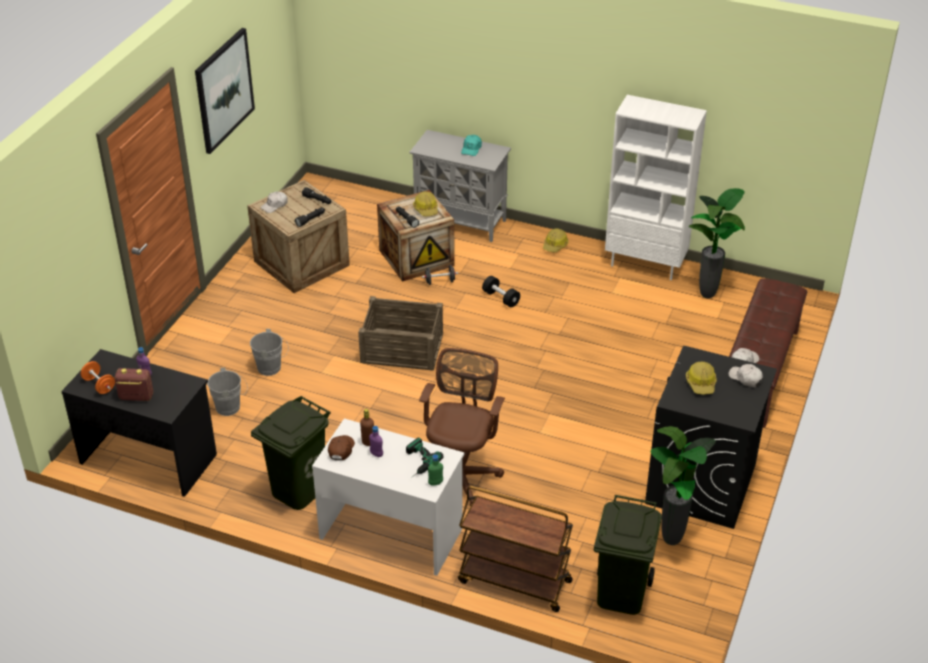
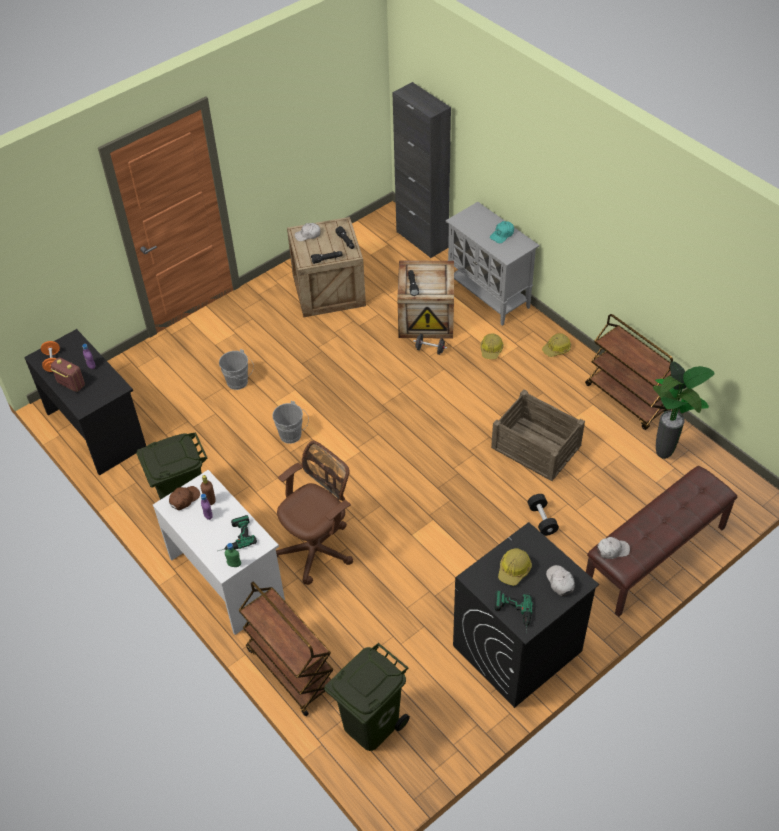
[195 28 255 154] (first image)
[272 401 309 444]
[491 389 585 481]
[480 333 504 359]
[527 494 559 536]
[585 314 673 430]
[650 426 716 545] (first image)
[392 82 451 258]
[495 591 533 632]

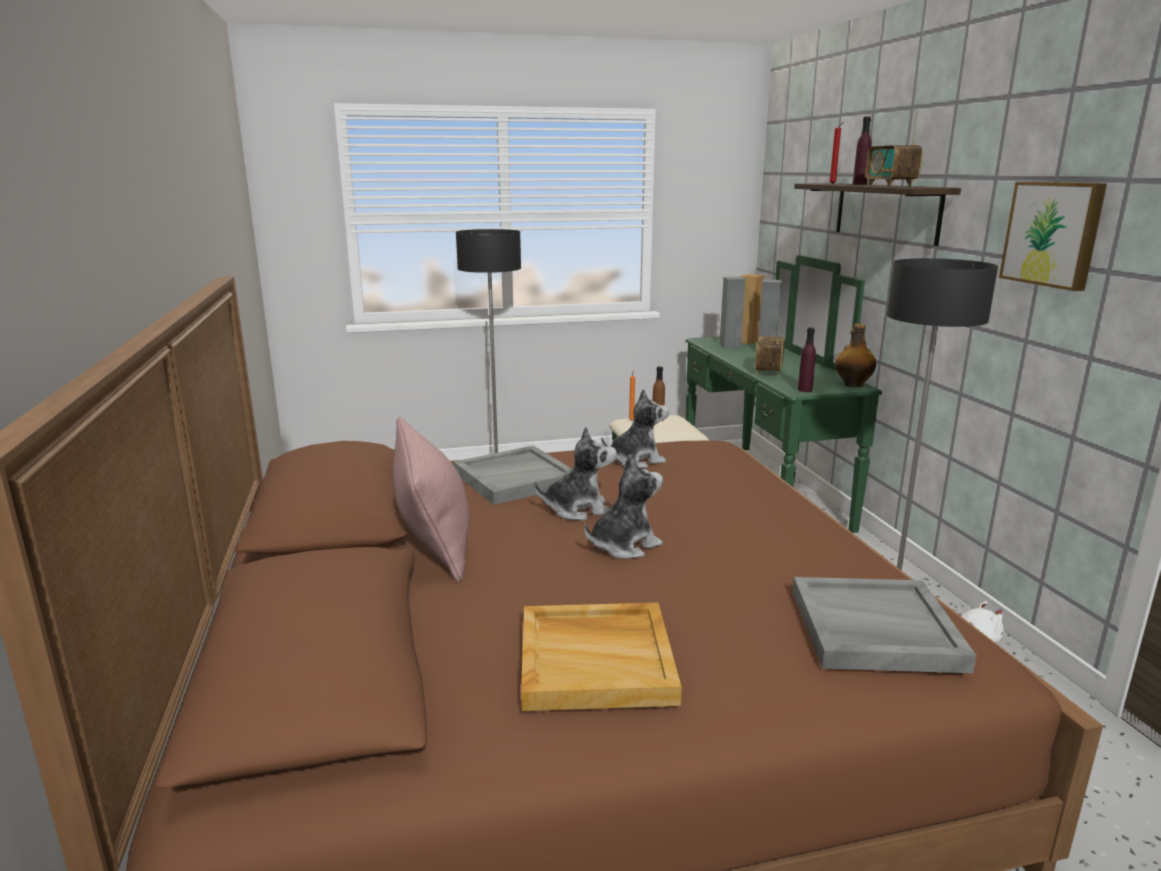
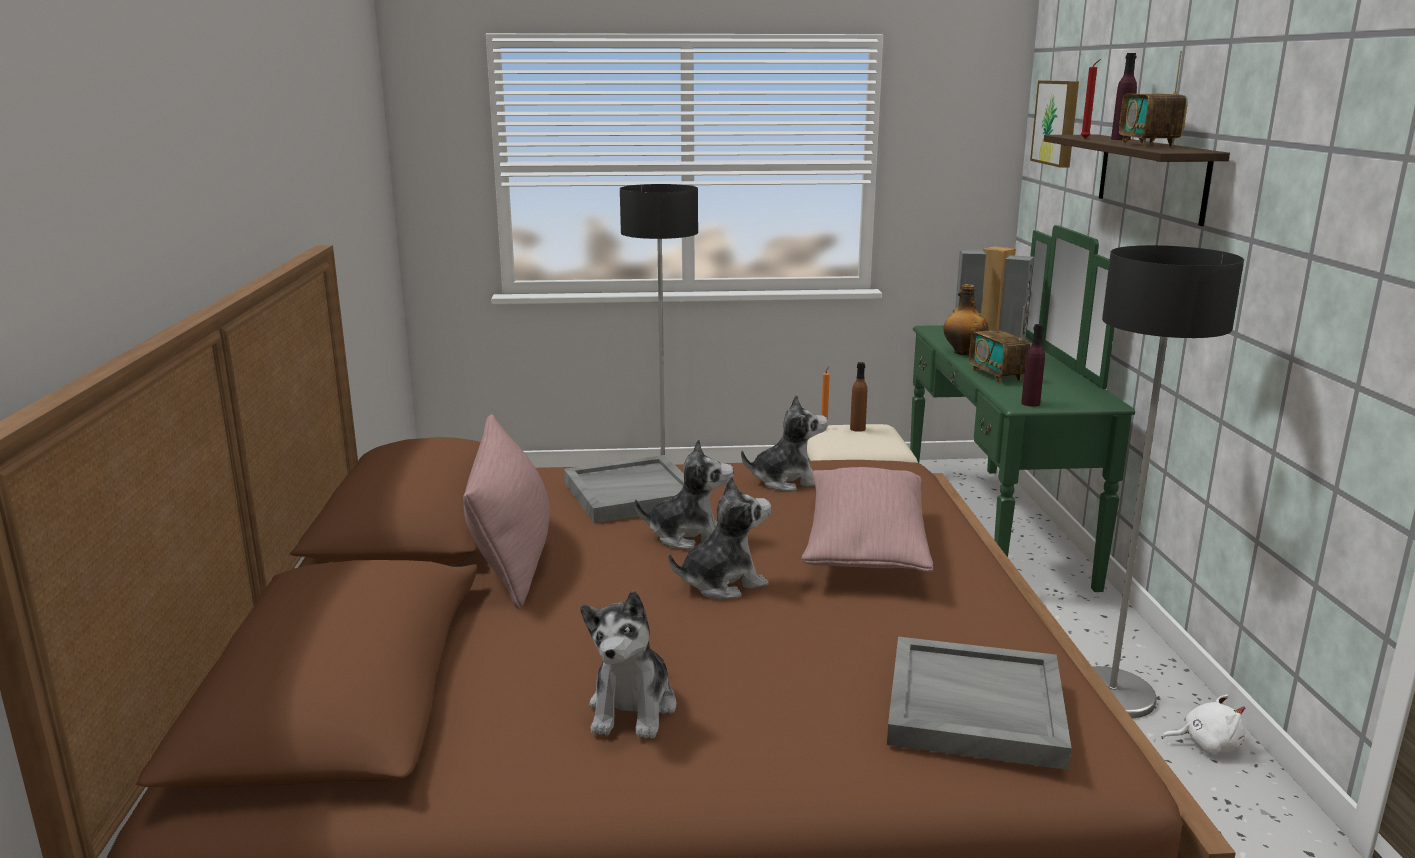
[580 590 676 739]
[969 306 1031 383]
[943 284 988 355]
[1030 81 1079 167]
[802 467 933 573]

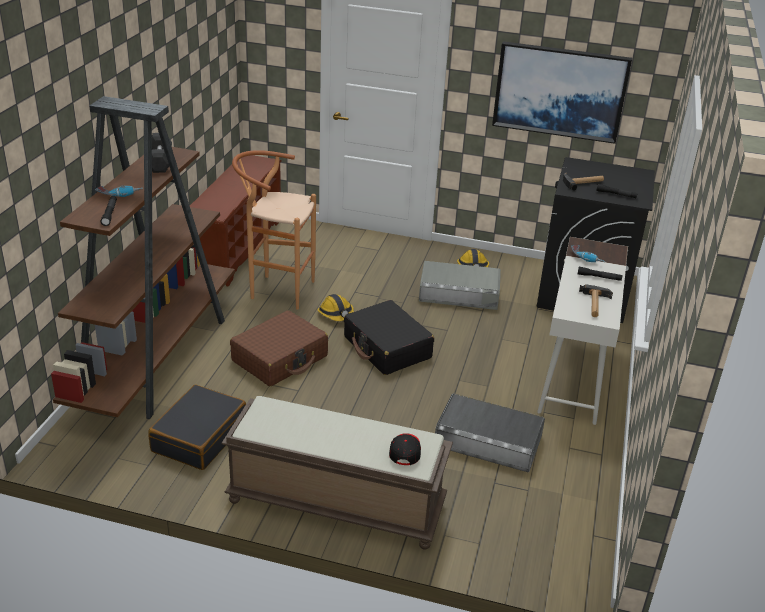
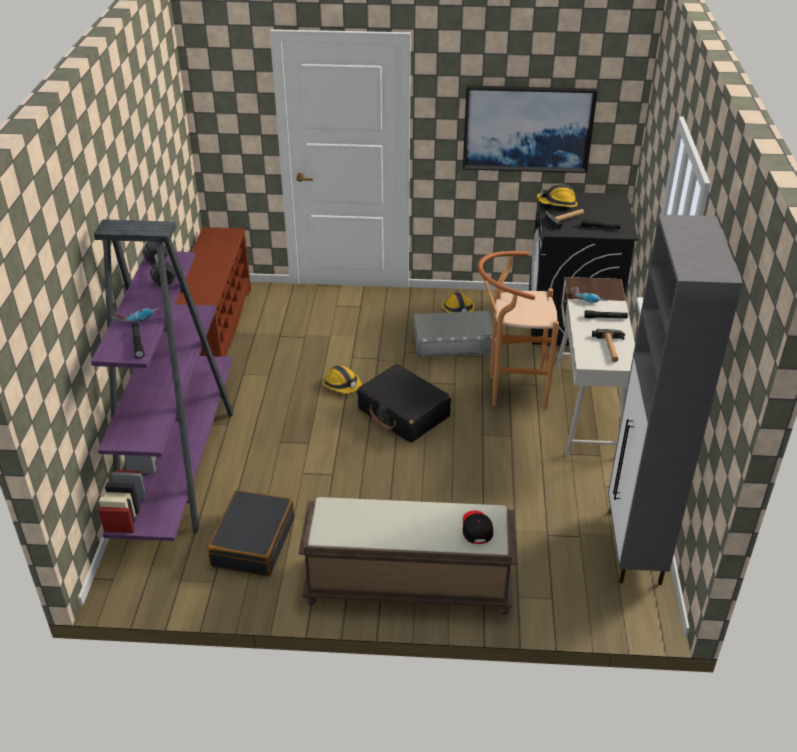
[91 219 233 541]
[230 310 328 386] (first image)
[478 251 559 410]
[435 393 545 472] (first image)
[537 184 577 207]
[608 214 743 585]

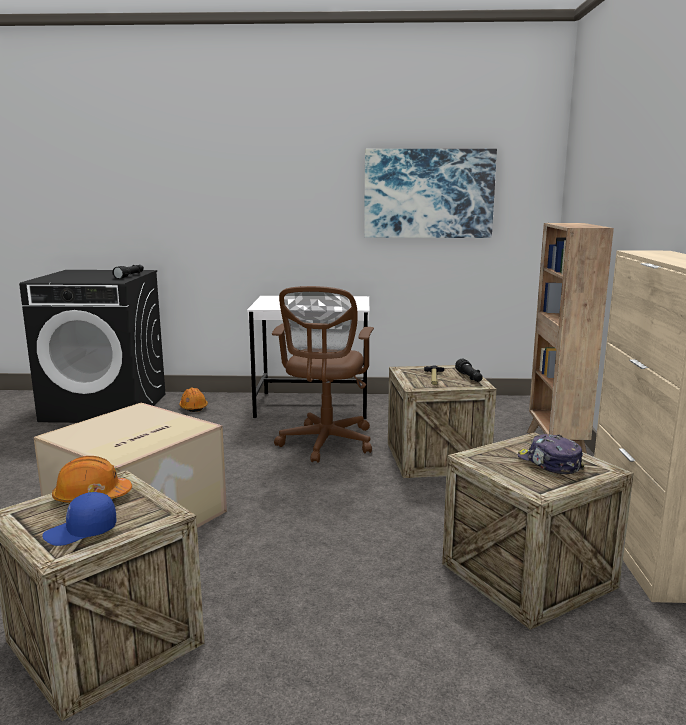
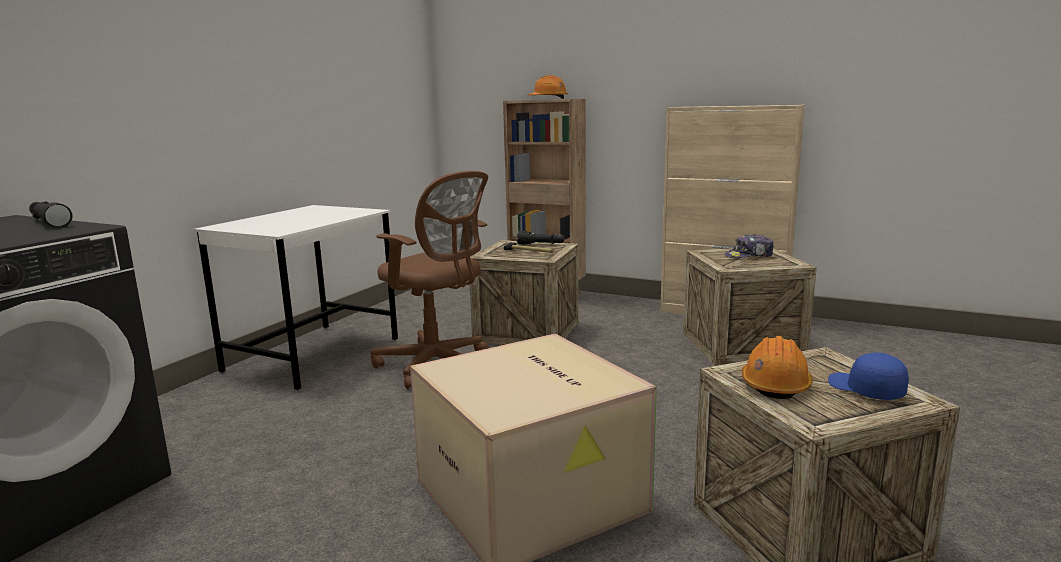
[828 353 909 400]
[528 75 568 99]
[364 149 497 238] (first image)

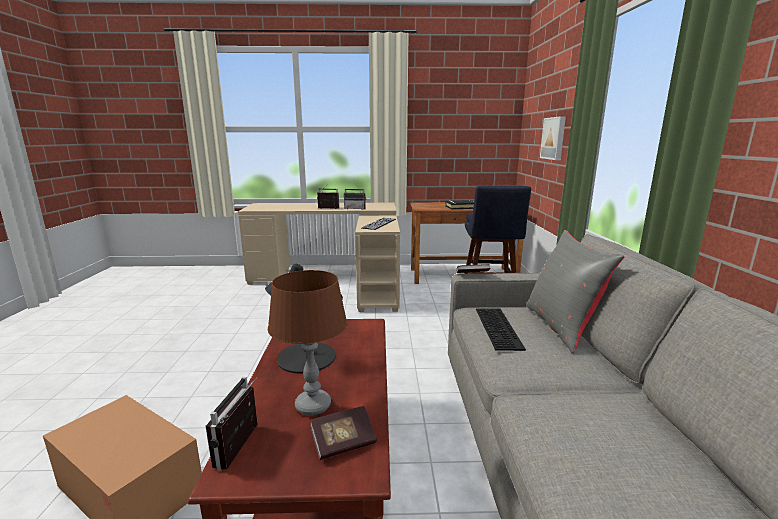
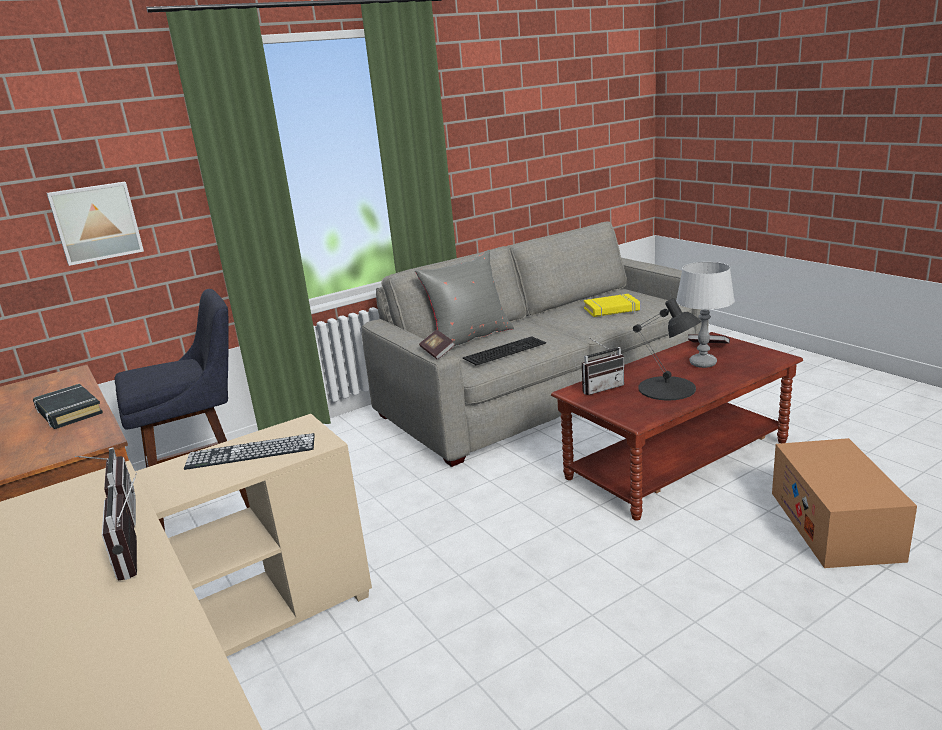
[582 338 625 395]
[676 262 735 368]
[584 294 640 317]

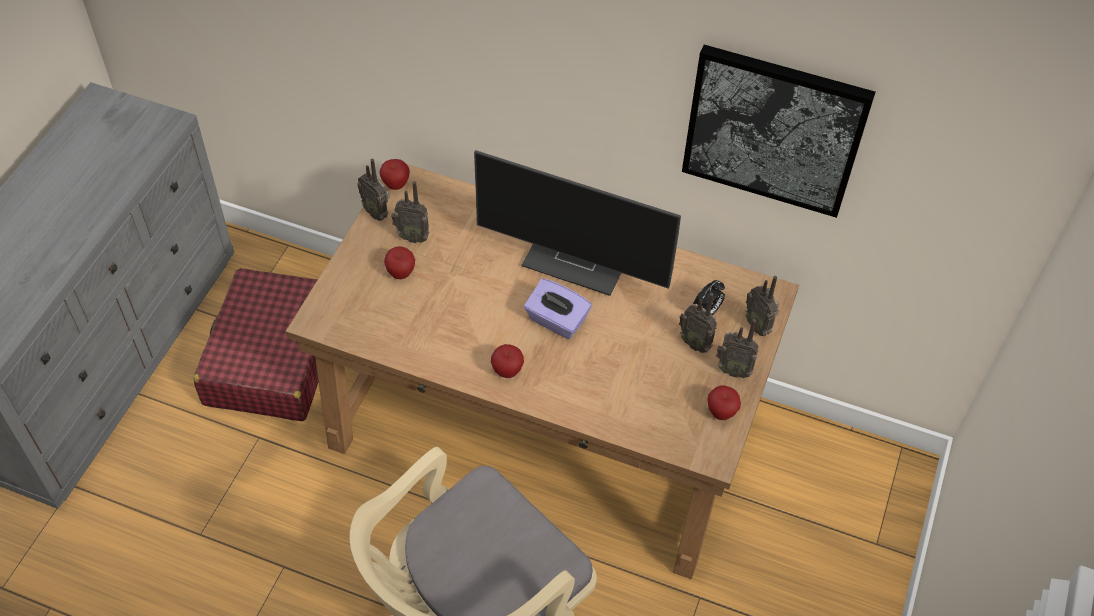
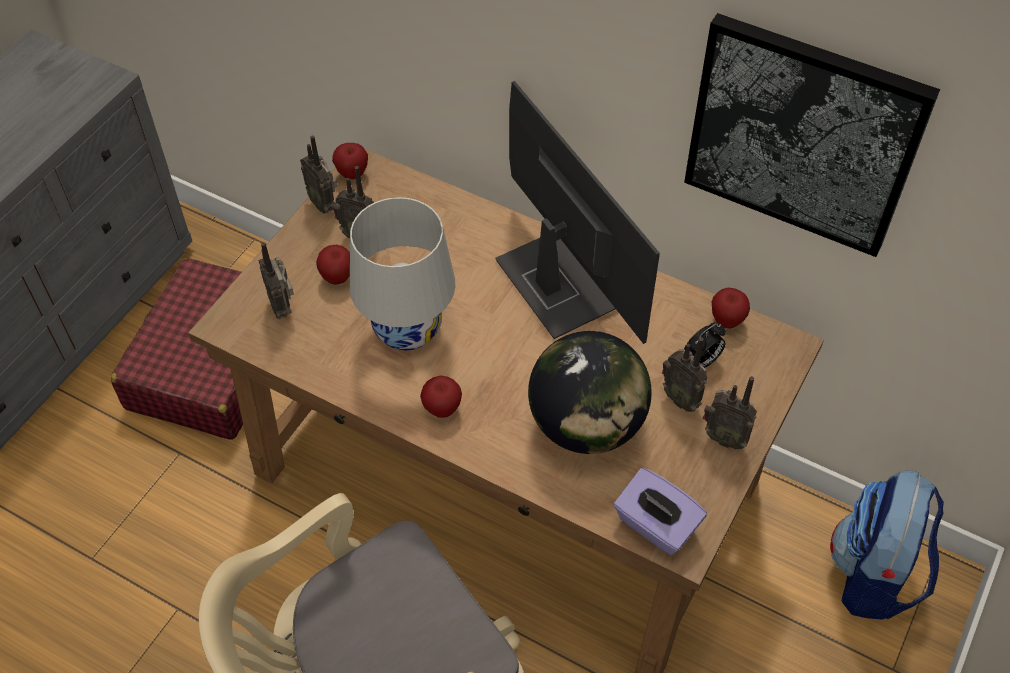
[495 81 660 344]
[614 468 707 555]
[712 288 750 329]
[258 242 294 319]
[350 197 455 351]
[528 331 652 454]
[830 470 944 620]

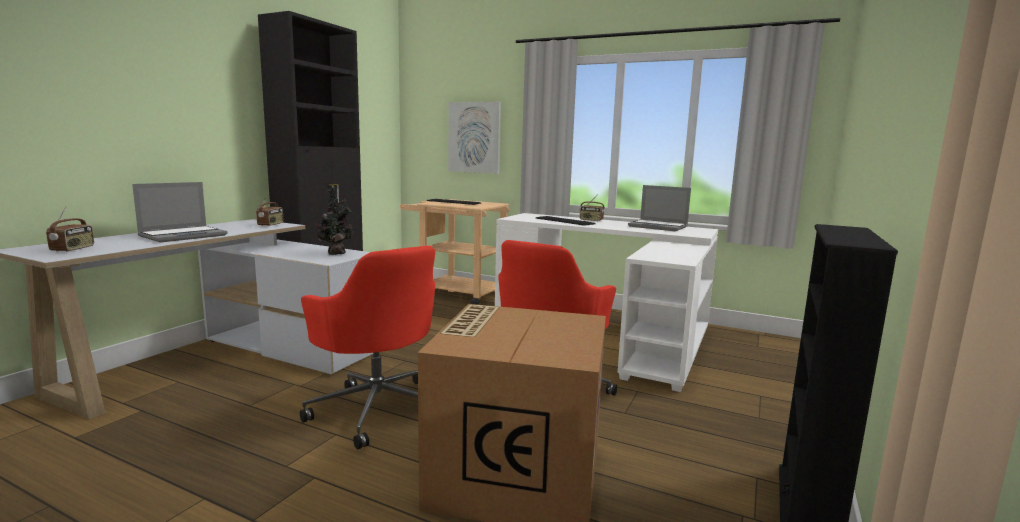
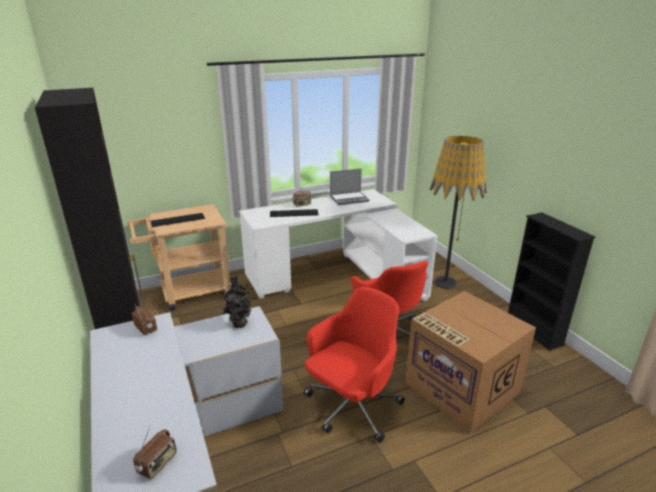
[133 425 177 480]
[132 182 227 243] (first image)
[304 287 405 443]
[448 102 501 174] (first image)
[430 135 486 289]

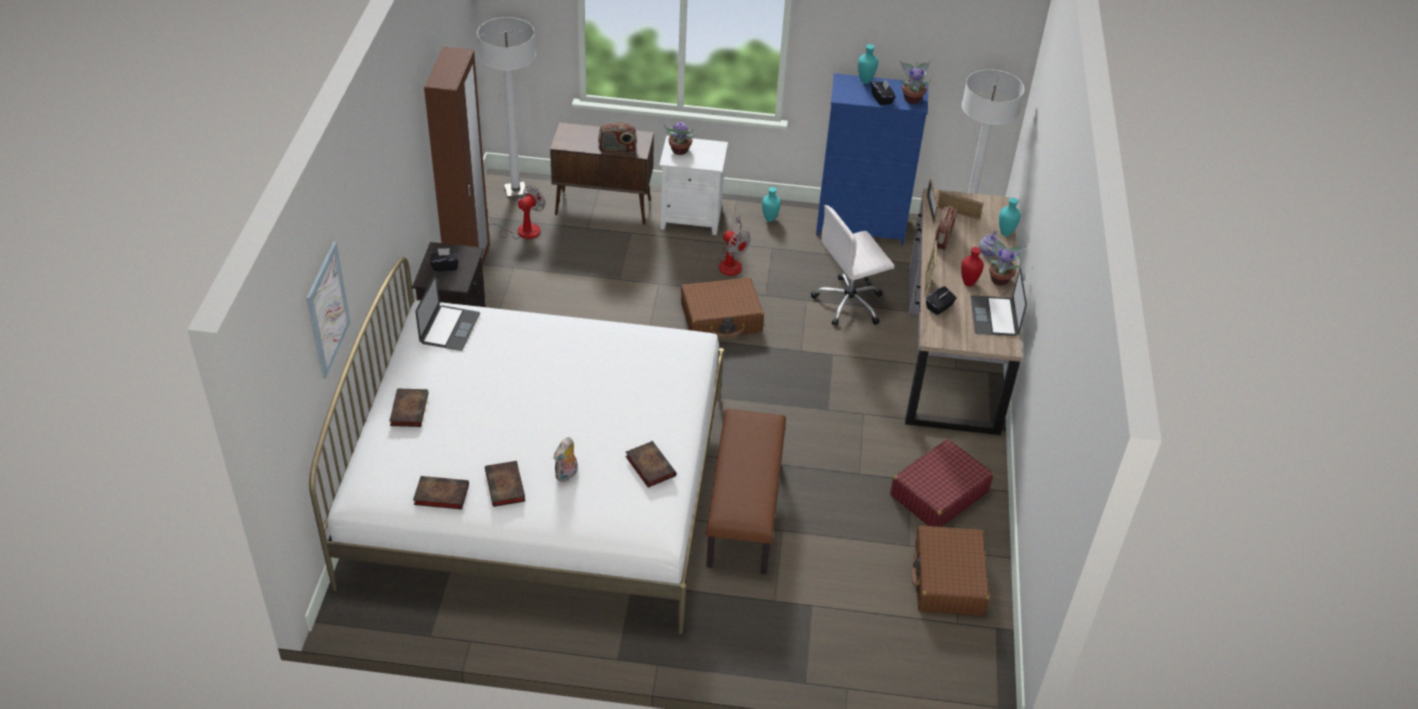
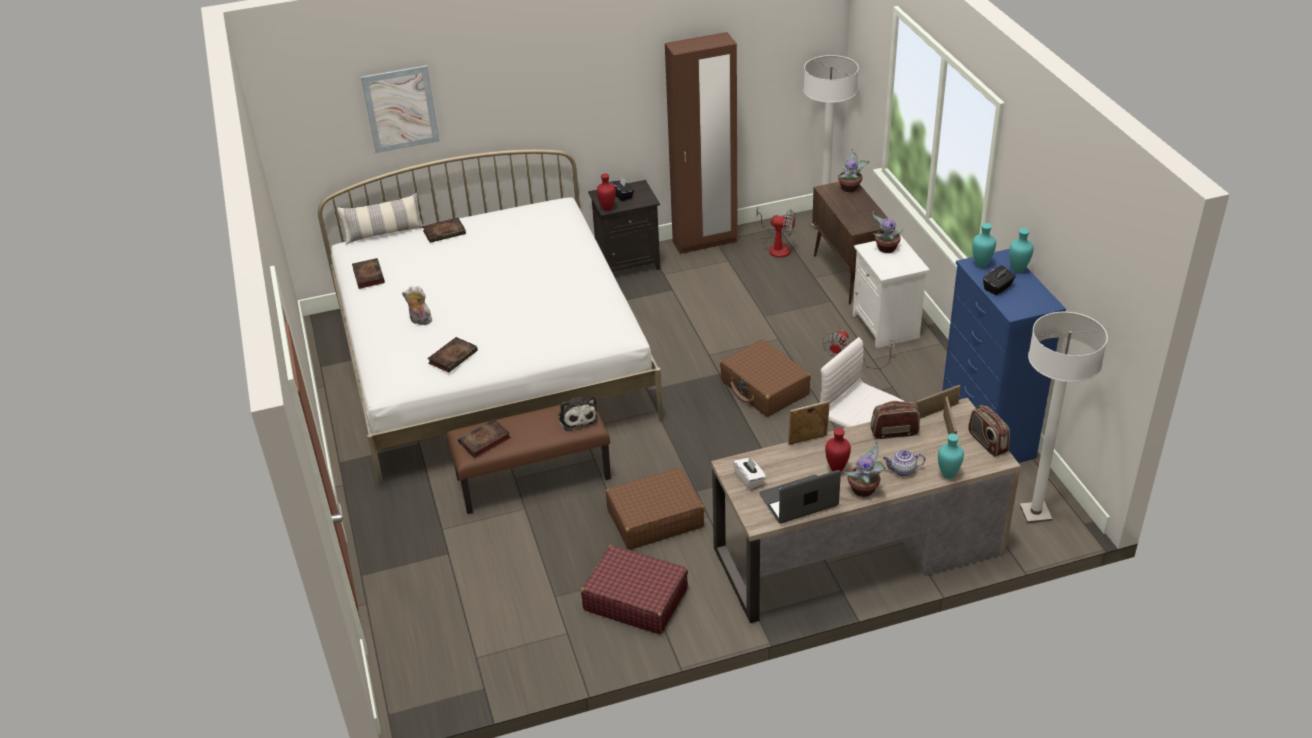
[415 274 480 351] (first image)
[458 419 511 458]
[968 405 1010 457]
[972 223 996 267]
[838 149 869 192]
[606 467 704 550]
[926 286 957 315] (first image)
[337 193 424 244]
[558 396 598 431]
[597 173 616 211]
[733 456 766 490]

